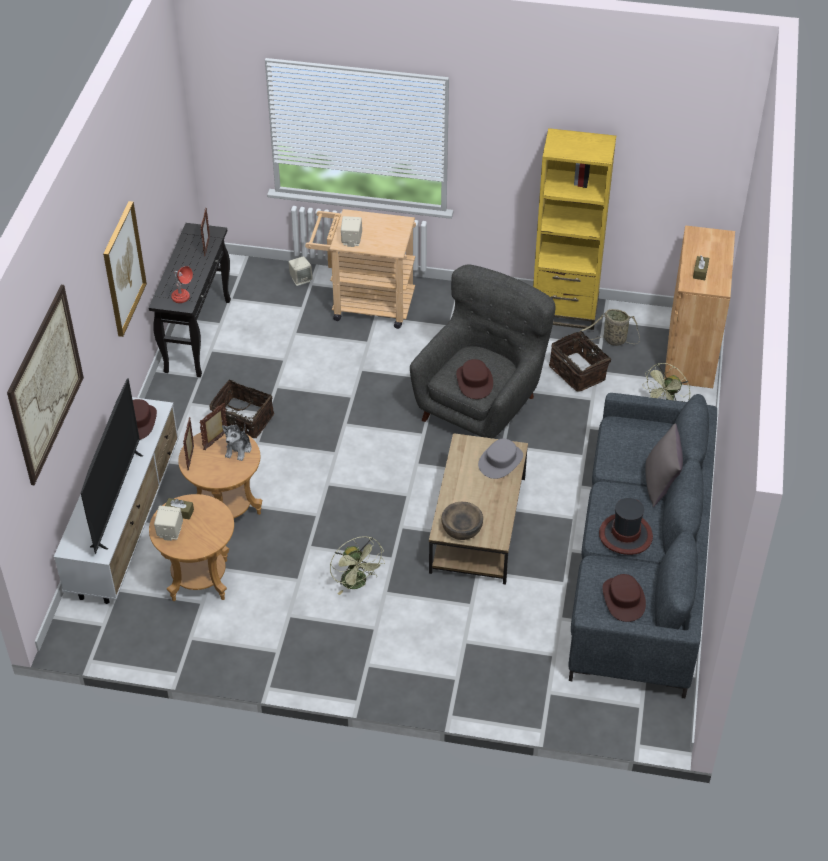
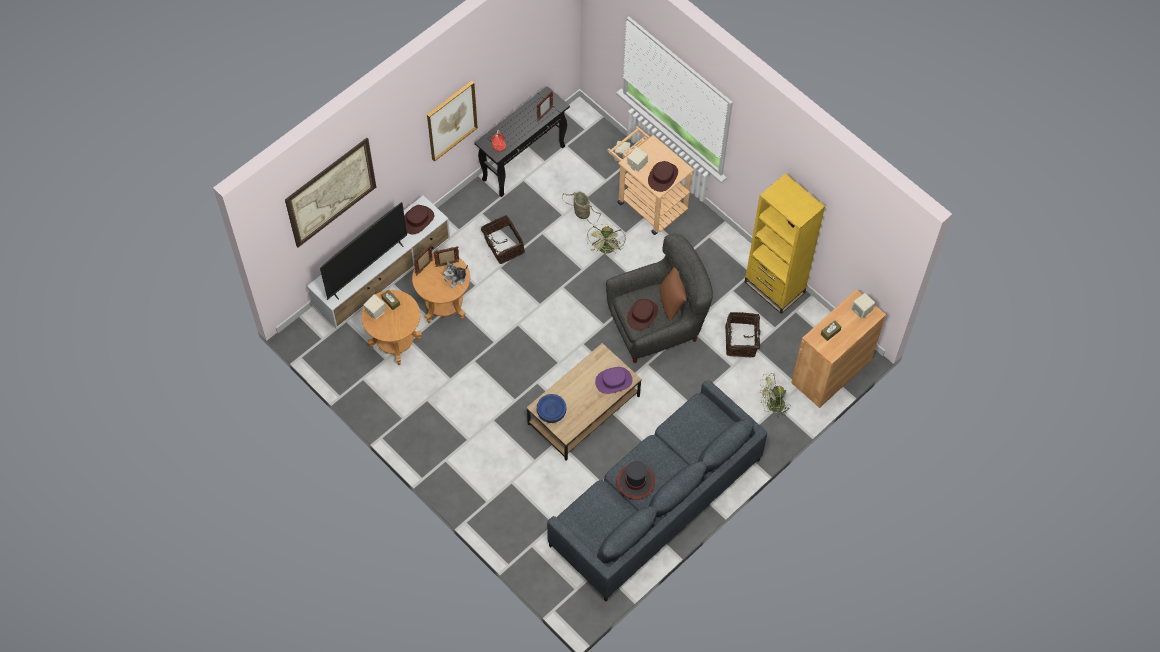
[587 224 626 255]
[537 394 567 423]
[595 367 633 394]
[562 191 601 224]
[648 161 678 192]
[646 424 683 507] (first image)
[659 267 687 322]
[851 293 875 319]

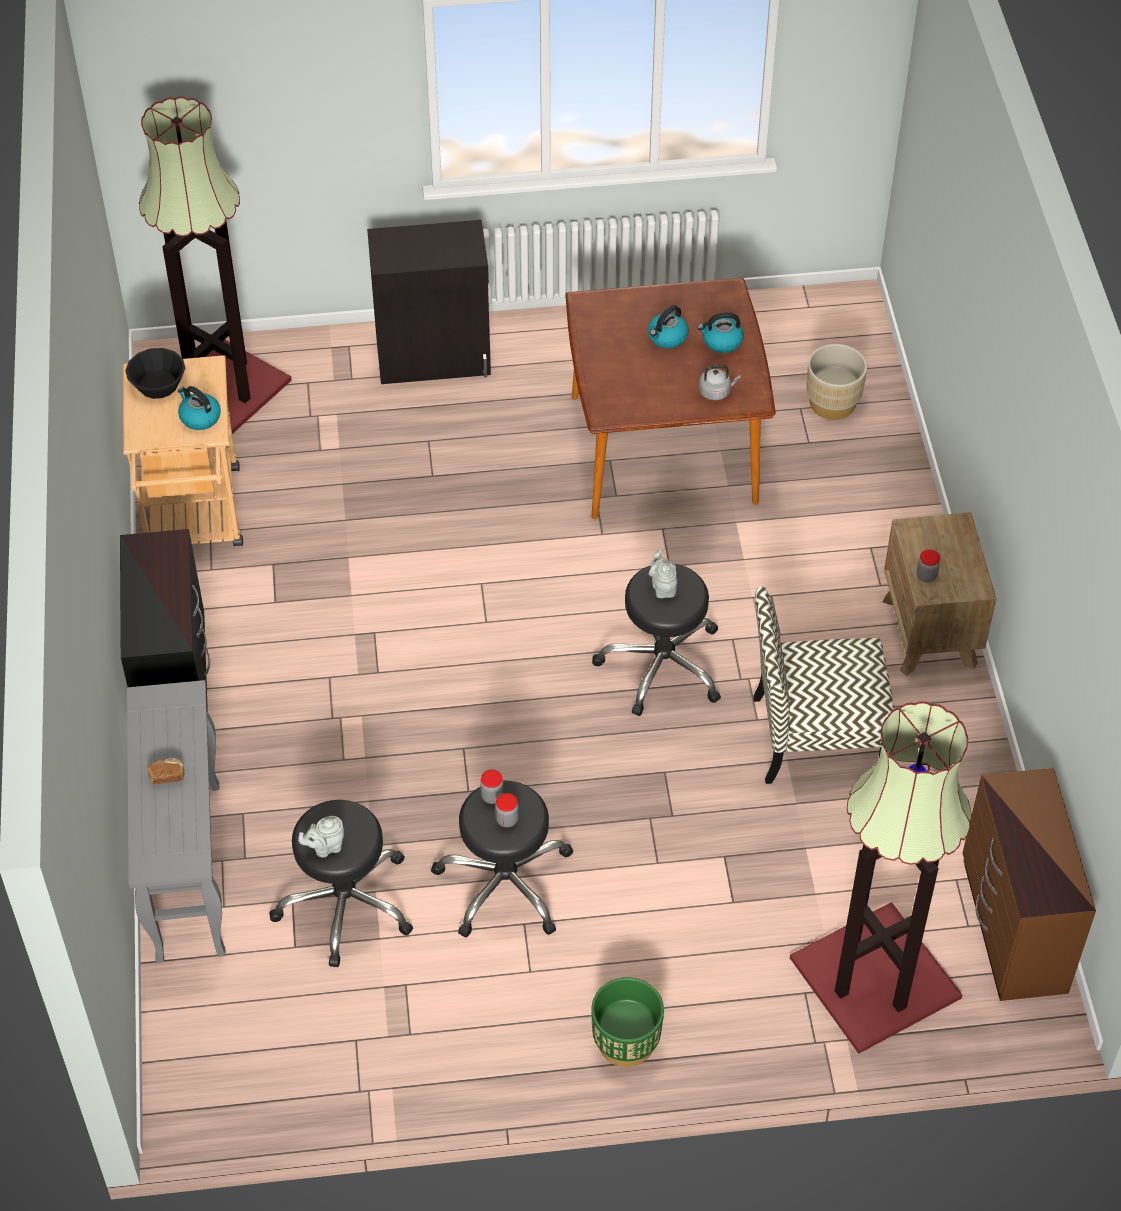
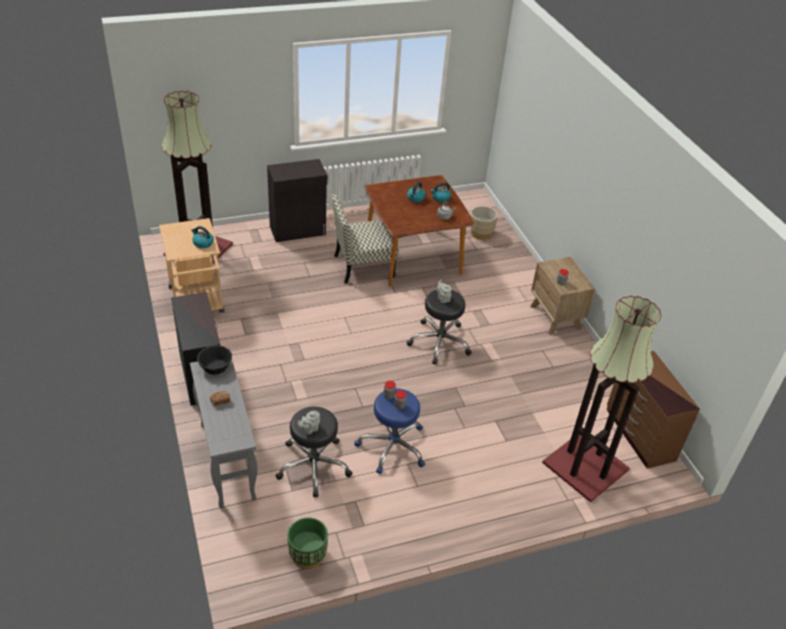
[197 345 232 375]
[354 388 425 474]
[287 518 328 569]
[332 194 398 284]

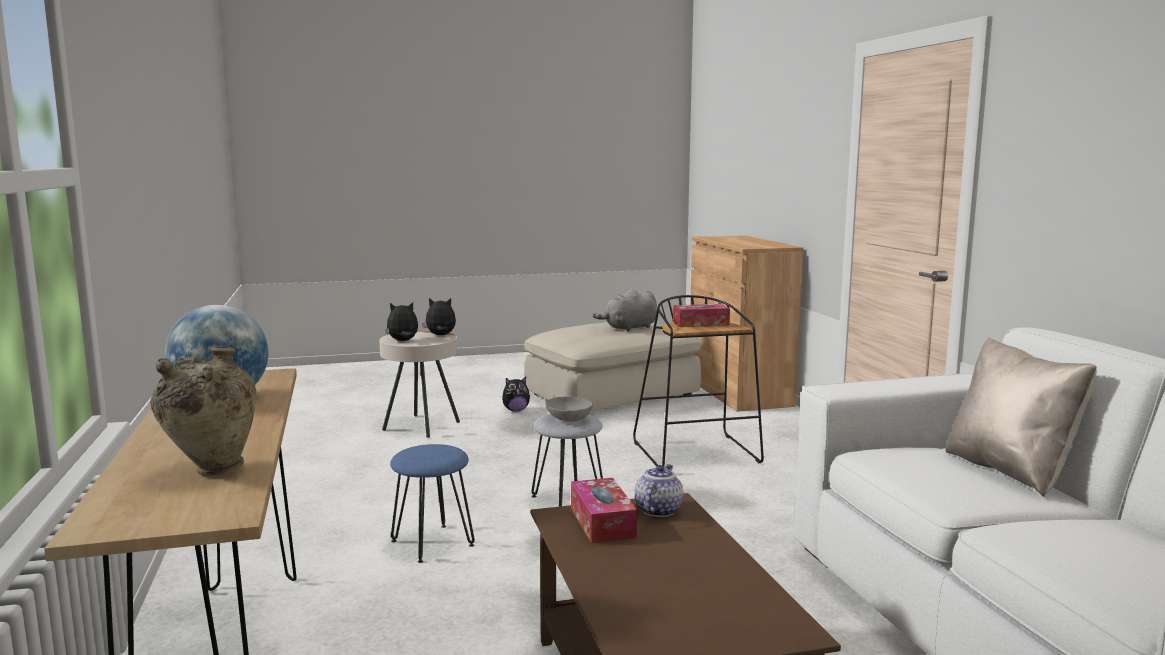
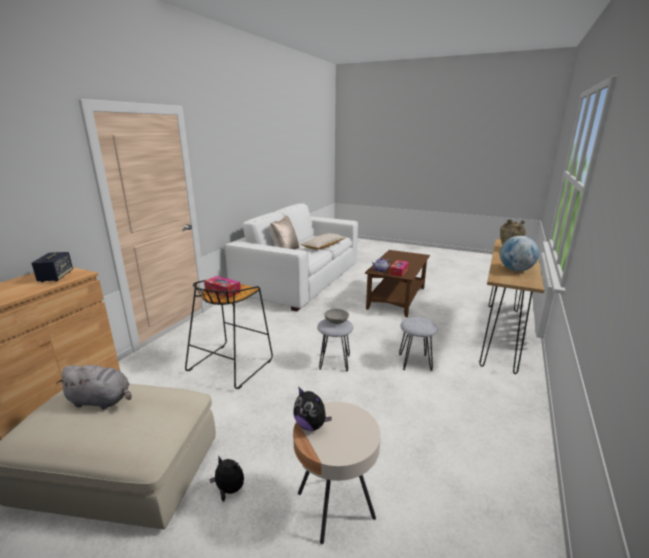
[385 302 418 341] (first image)
[399 317 437 371]
[31 252 73 282]
[300 233 346 250]

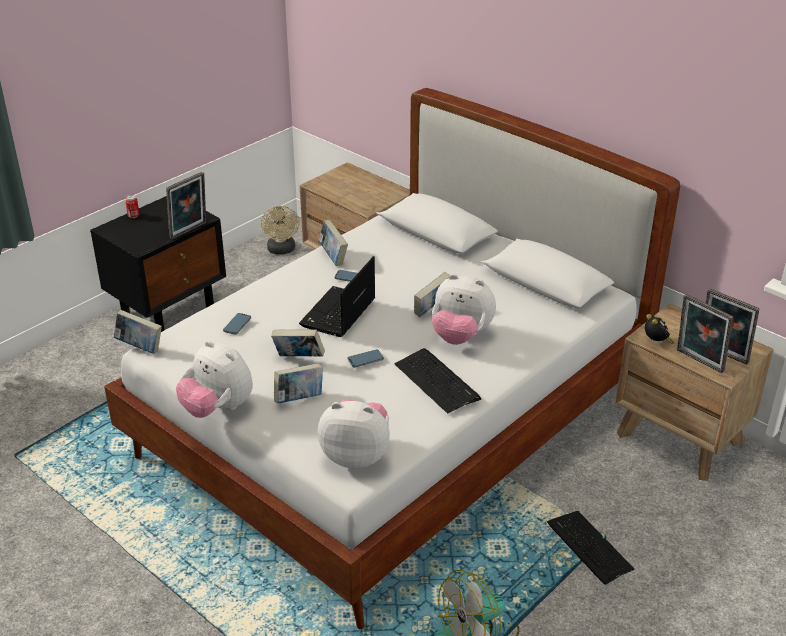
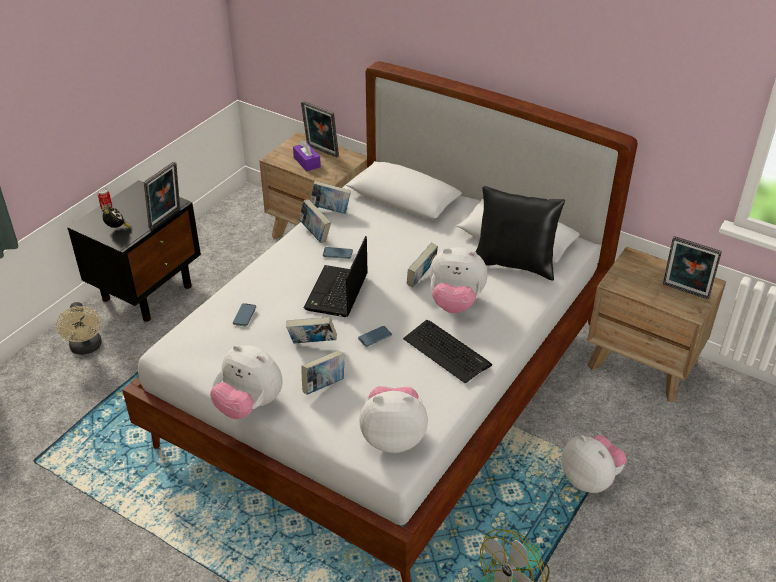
[310 181 351 214]
[56 302 102 355]
[562 435 627 493]
[103 206 131 229]
[301 101 339 158]
[293 140 321 172]
[475 186 565 281]

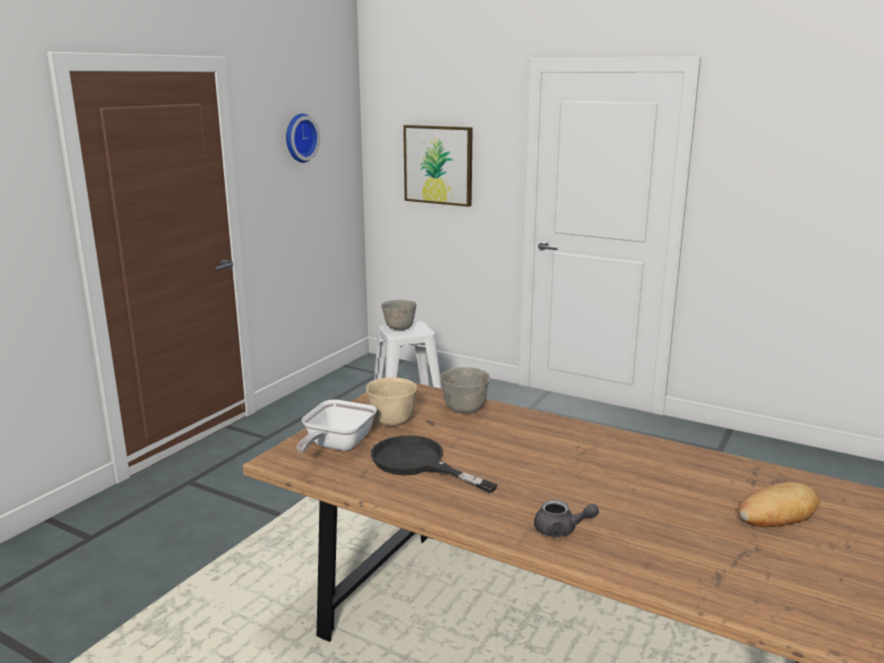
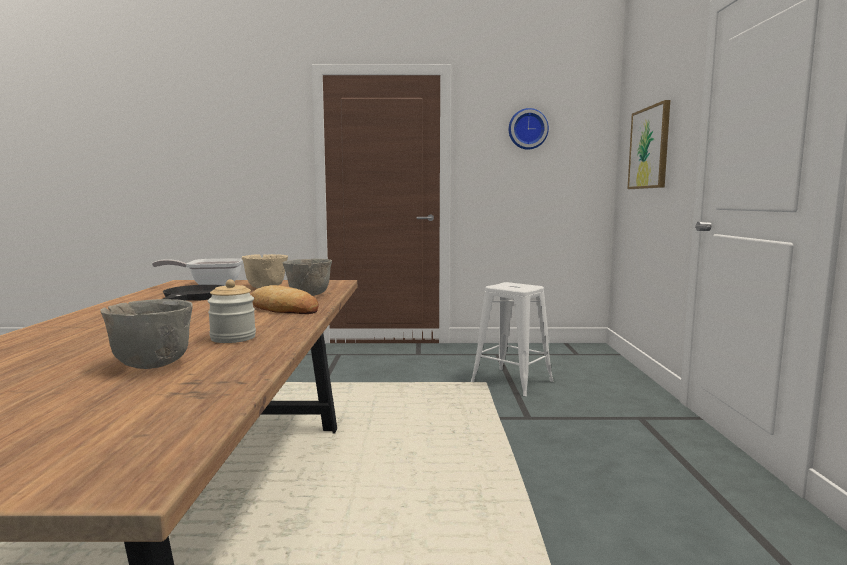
[100 299 192 369]
[534 500 599 537] (first image)
[251 285 318 314]
[208 279 256 343]

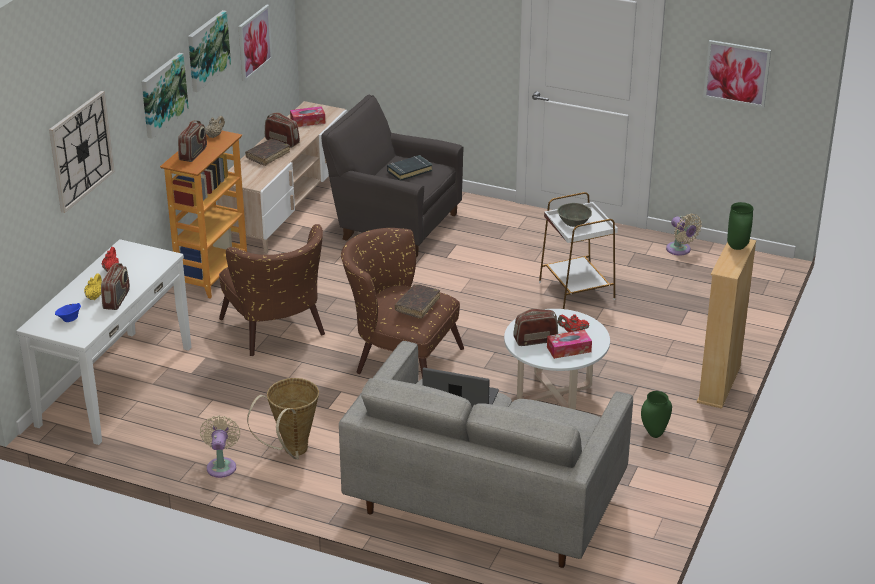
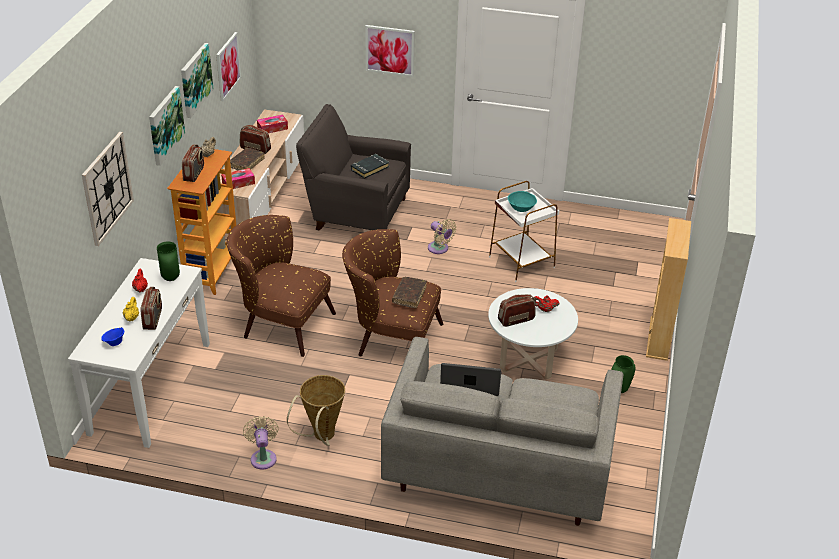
[226 215 336 357]
[221 168 255 189]
[508 191 537 212]
[428 219 457 254]
[365 25 415 77]
[157 242 180 281]

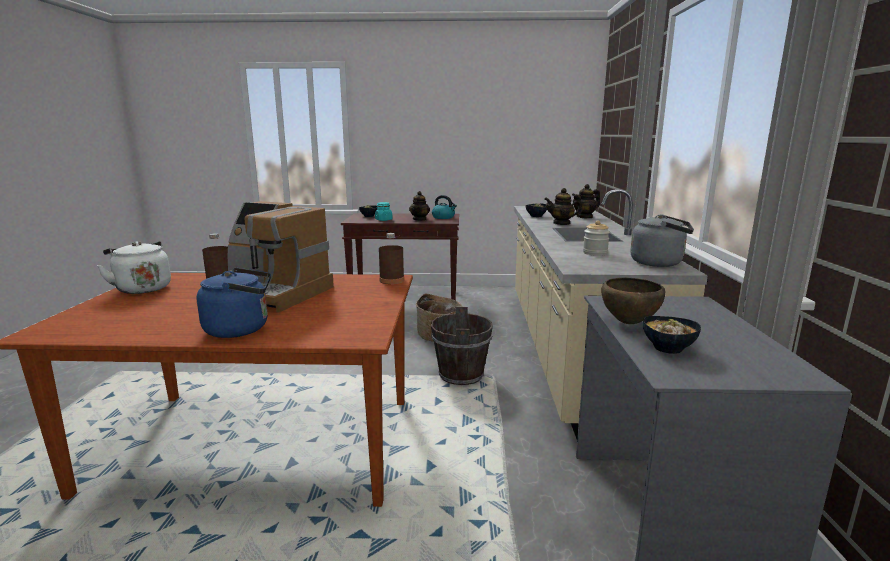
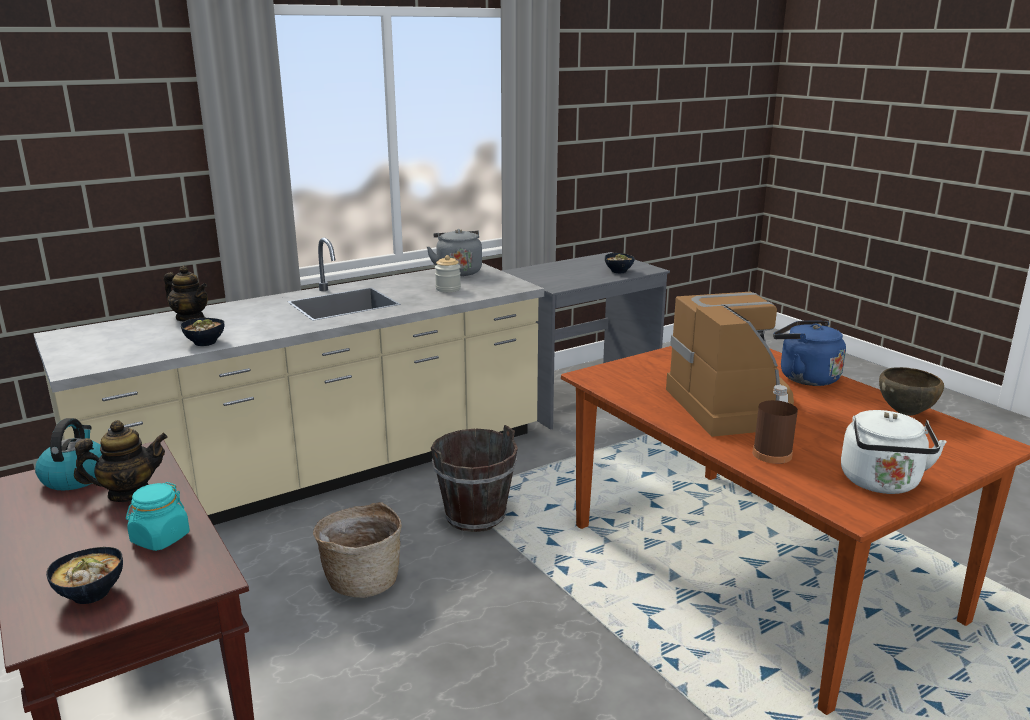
[379 233 404 284] (first image)
[544 188 582 225] (first image)
[879 367 944 416]

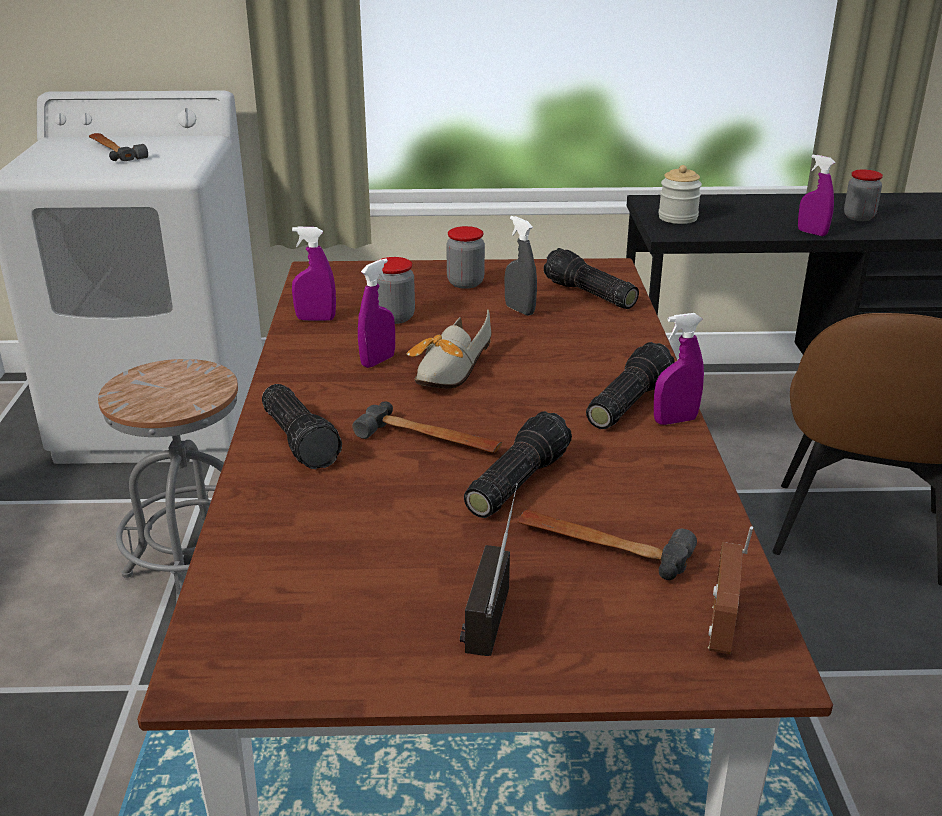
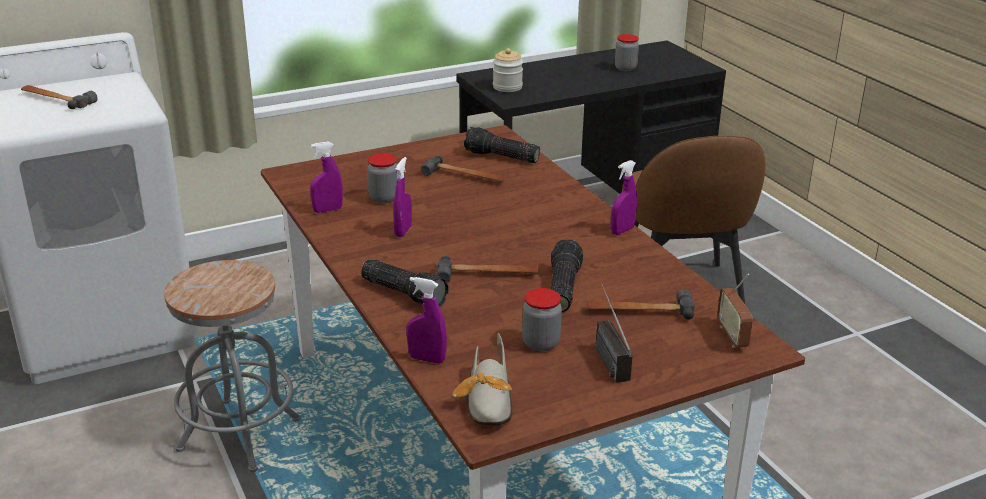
[452 333 513 426]
[522 288 562 351]
[420 156 507 182]
[586 342 675 429] (first image)
[406 277 447 364]

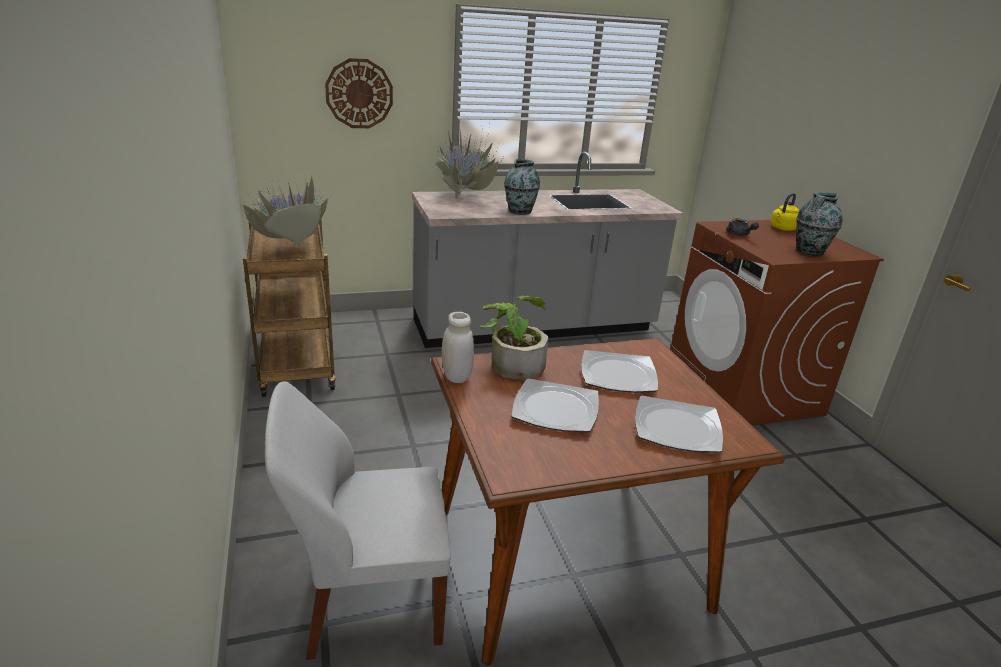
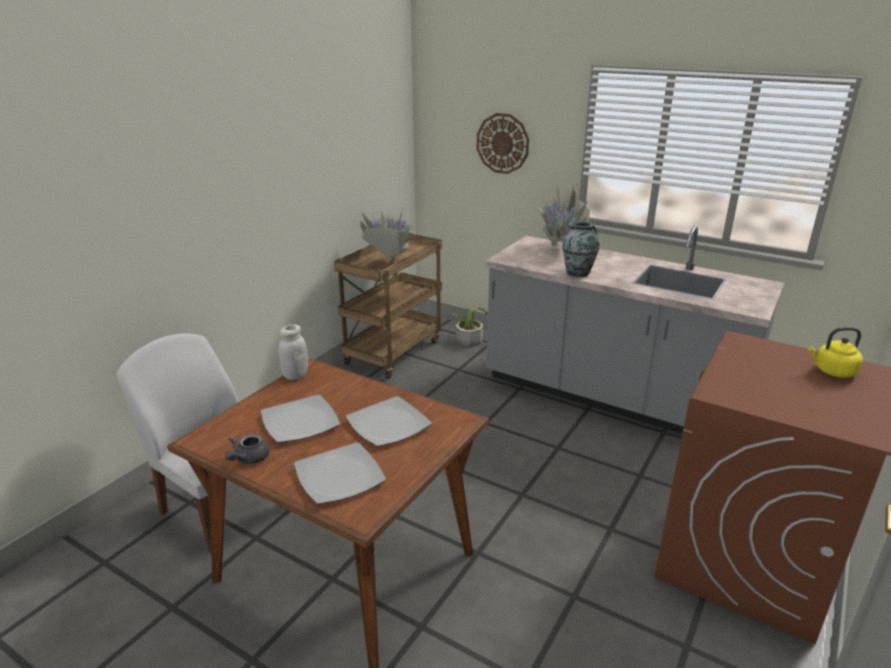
[452 307 488 347]
[225 434 269 464]
[796 192 843 256] (first image)

